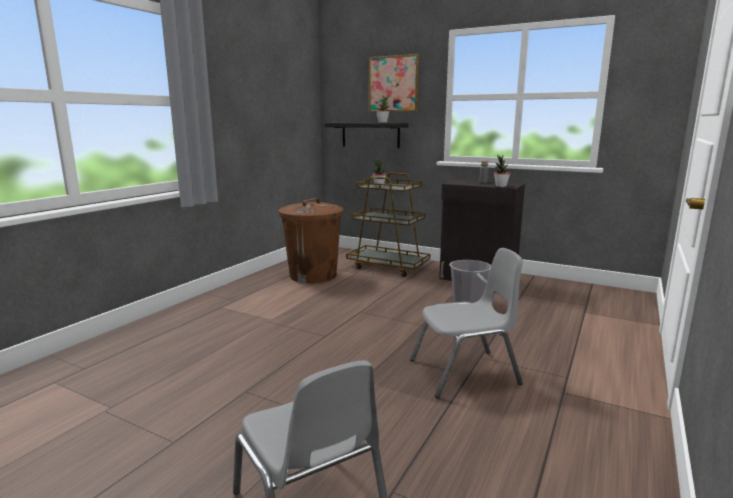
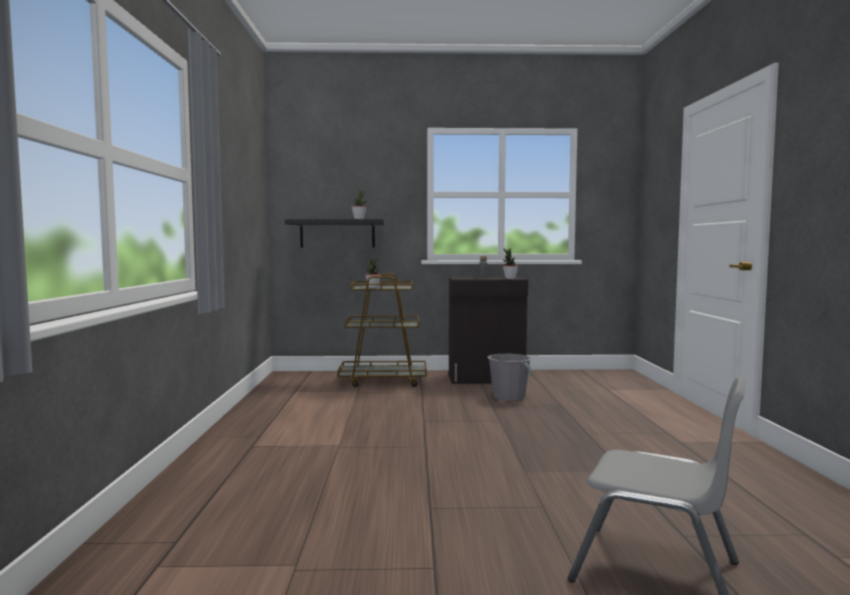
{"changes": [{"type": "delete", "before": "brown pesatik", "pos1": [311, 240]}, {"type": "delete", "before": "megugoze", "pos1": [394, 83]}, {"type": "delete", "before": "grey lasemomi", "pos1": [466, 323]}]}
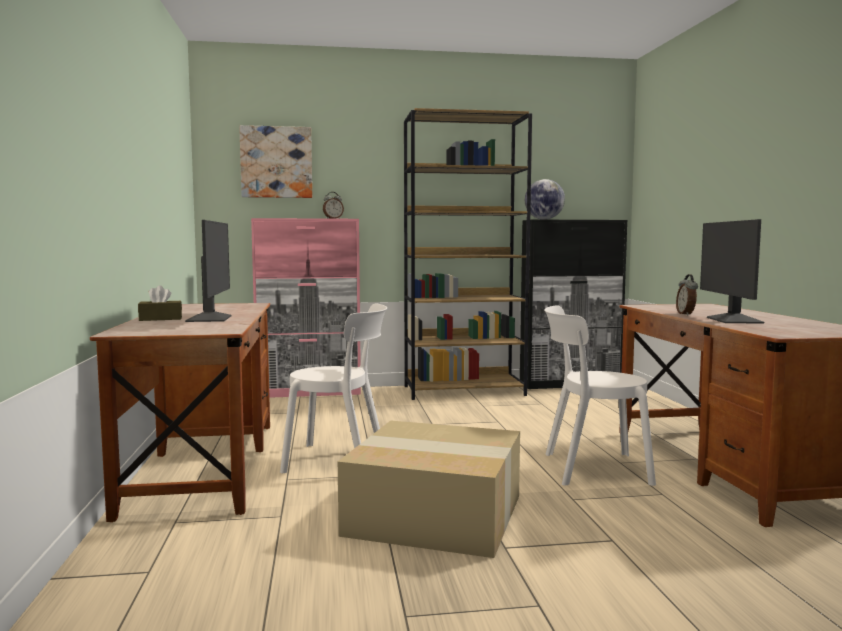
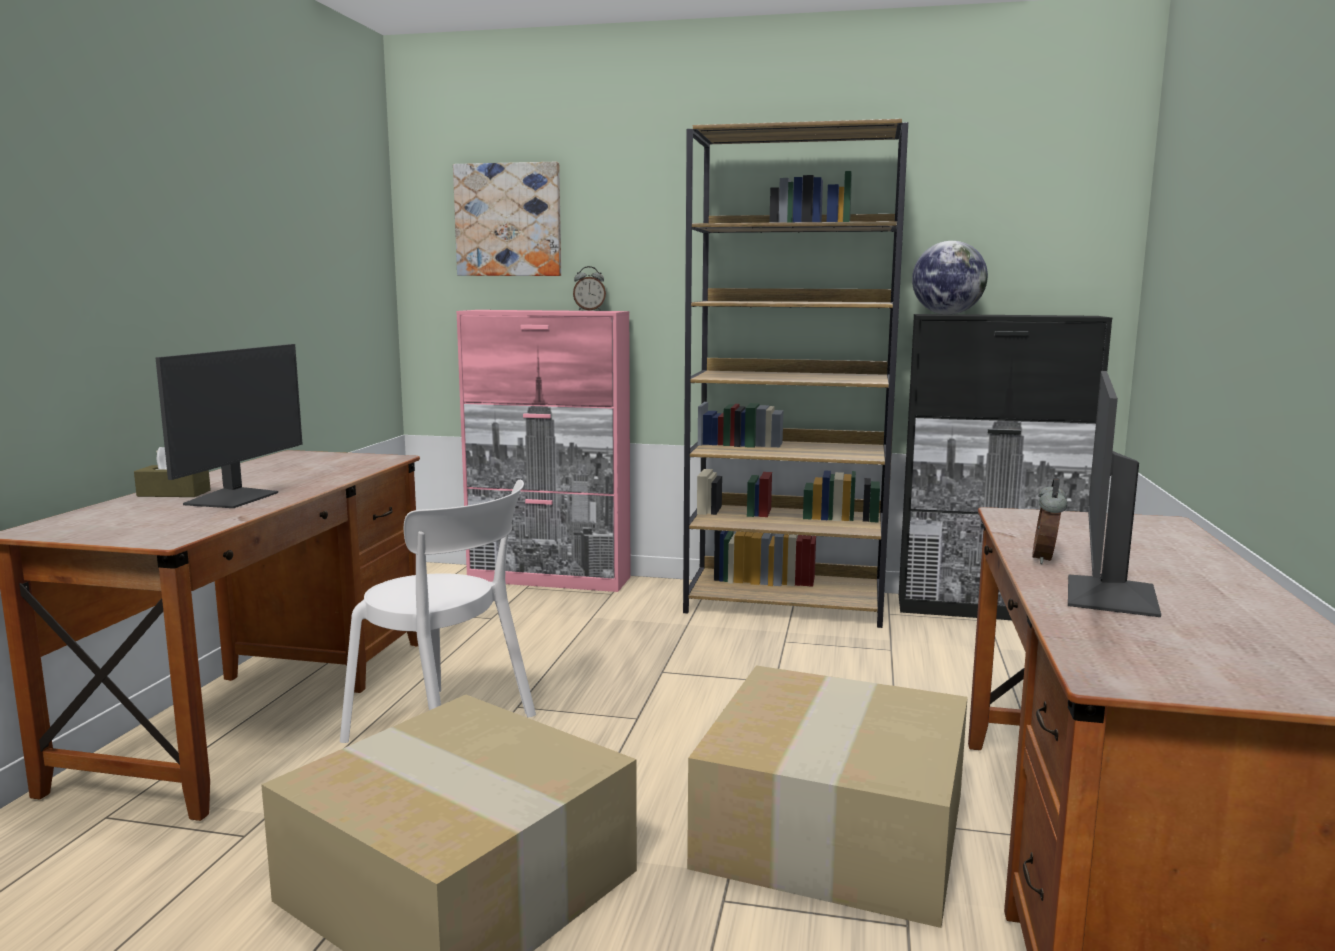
{"changes": [{"type": "replace", "before": "white lasemomi", "after": "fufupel", "pos1": [600, 395], "pos2": [827, 797]}]}
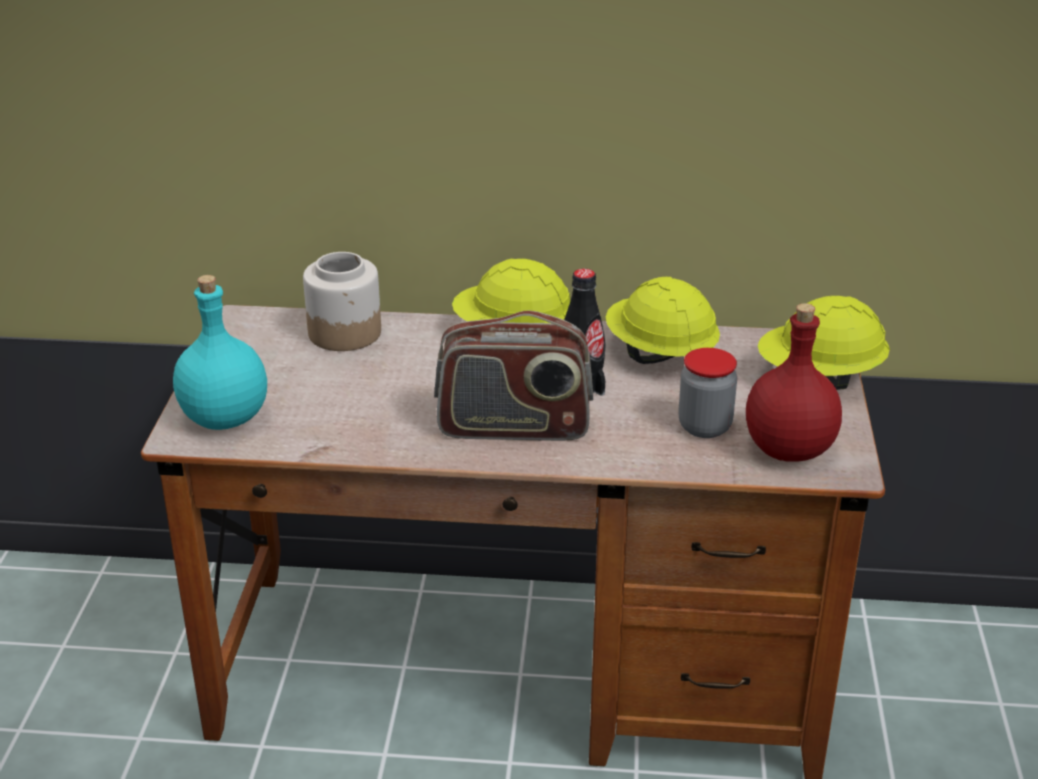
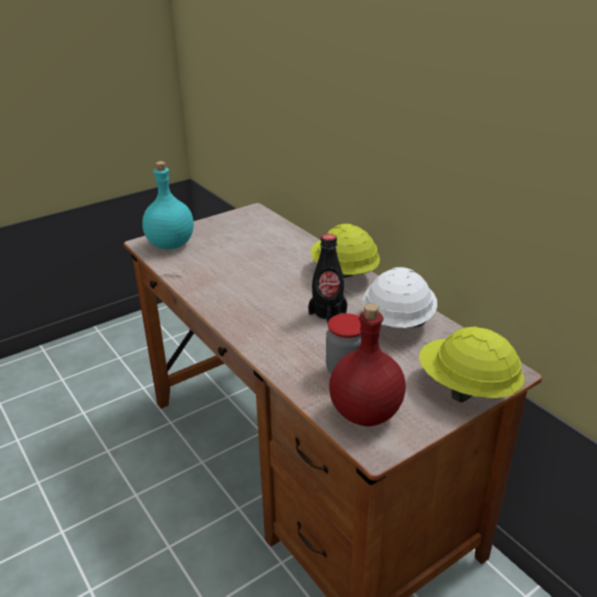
{"changes": [{"type": "delete", "before": "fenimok", "pos1": [342, 301]}, {"type": "delete", "before": "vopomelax", "pos1": [513, 375]}, {"type": "recolor", "before": "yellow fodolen", "after": "white fodolen", "pos1": [663, 320], "pos2": [399, 297]}]}
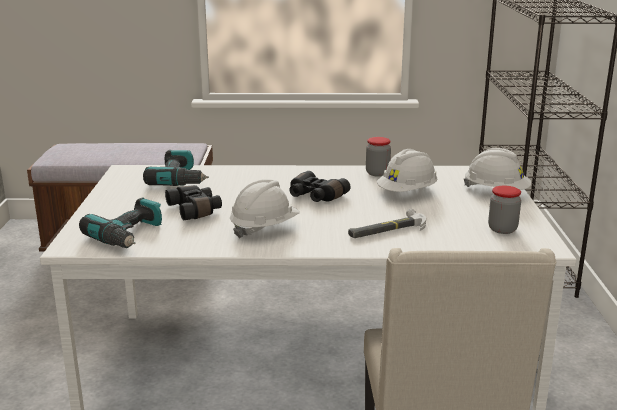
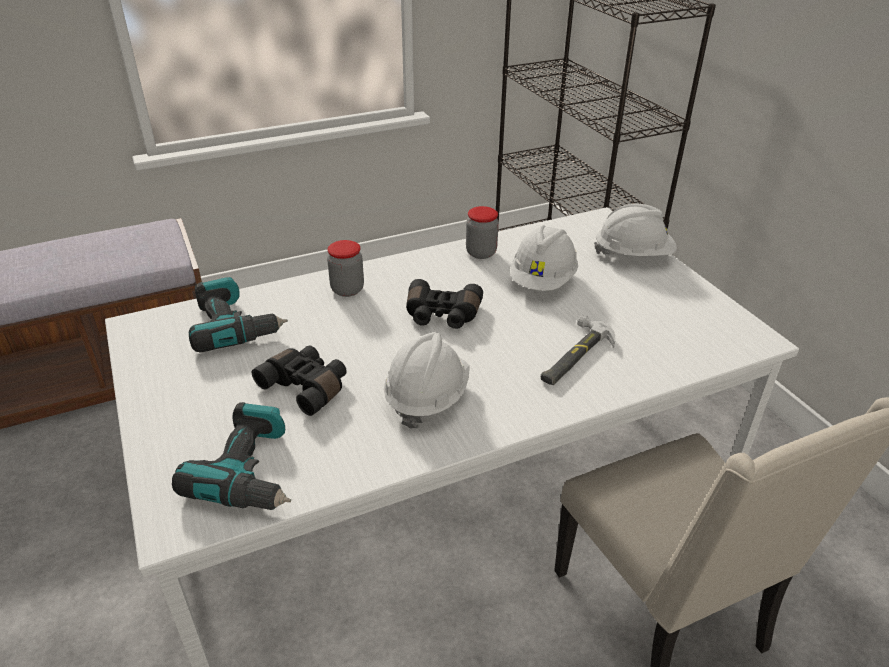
{"changes": [{"type": "move", "before": "fenimok", "pos1": [504, 210], "pos2": [345, 268]}]}
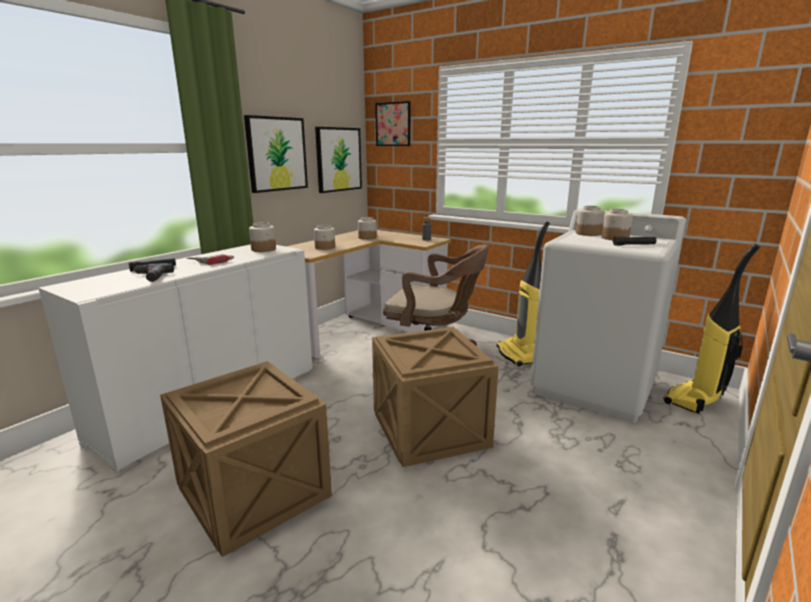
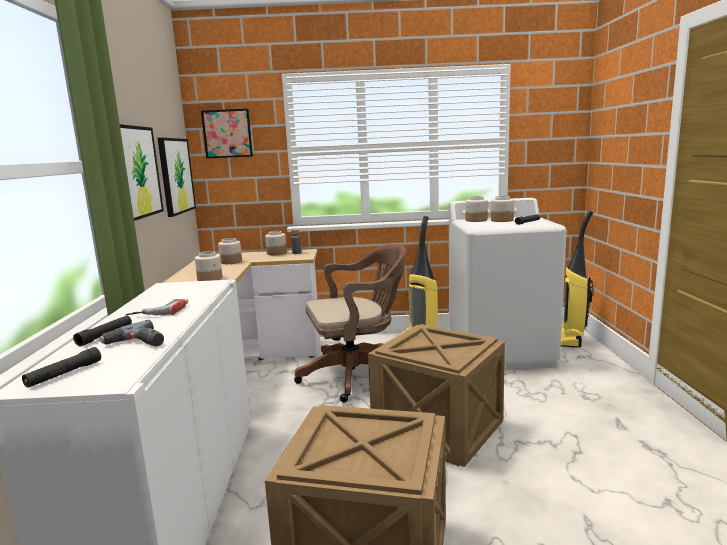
{"changes": [{"type": "move", "before": "fenimok", "pos1": [262, 237], "pos2": [276, 243]}, {"type": "insert", "after": "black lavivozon", "pos2": [61, 367]}]}
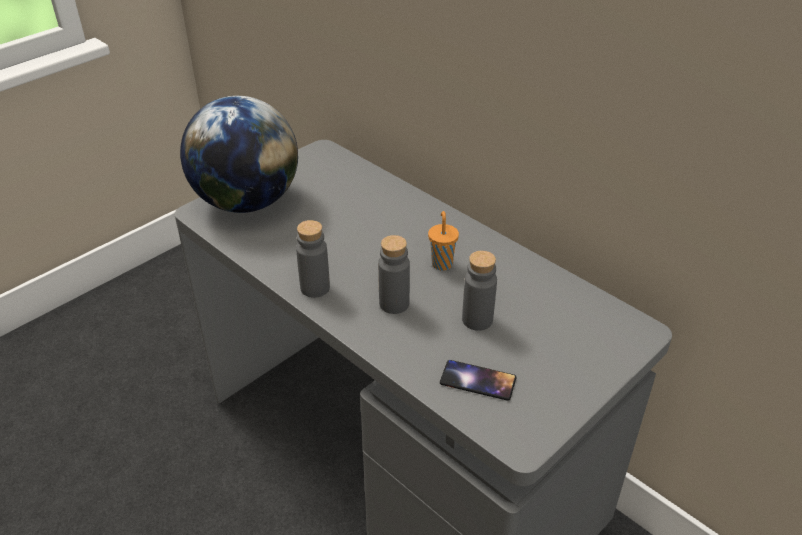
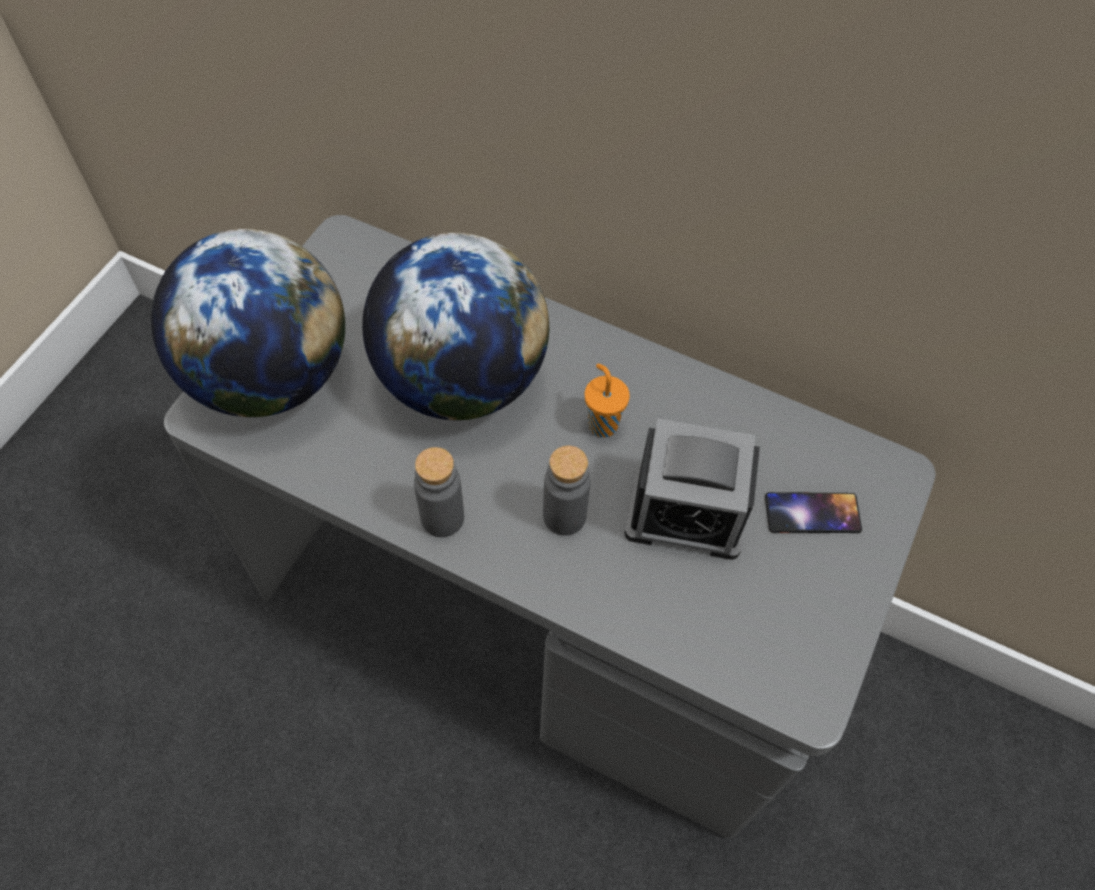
{"changes": [{"type": "move", "before": "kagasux", "pos1": [478, 380], "pos2": [813, 512]}, {"type": "replace", "before": "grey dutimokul", "after": "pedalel", "pos1": [479, 291], "pos2": [692, 489]}, {"type": "insert", "after": "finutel", "pos2": [455, 326]}]}
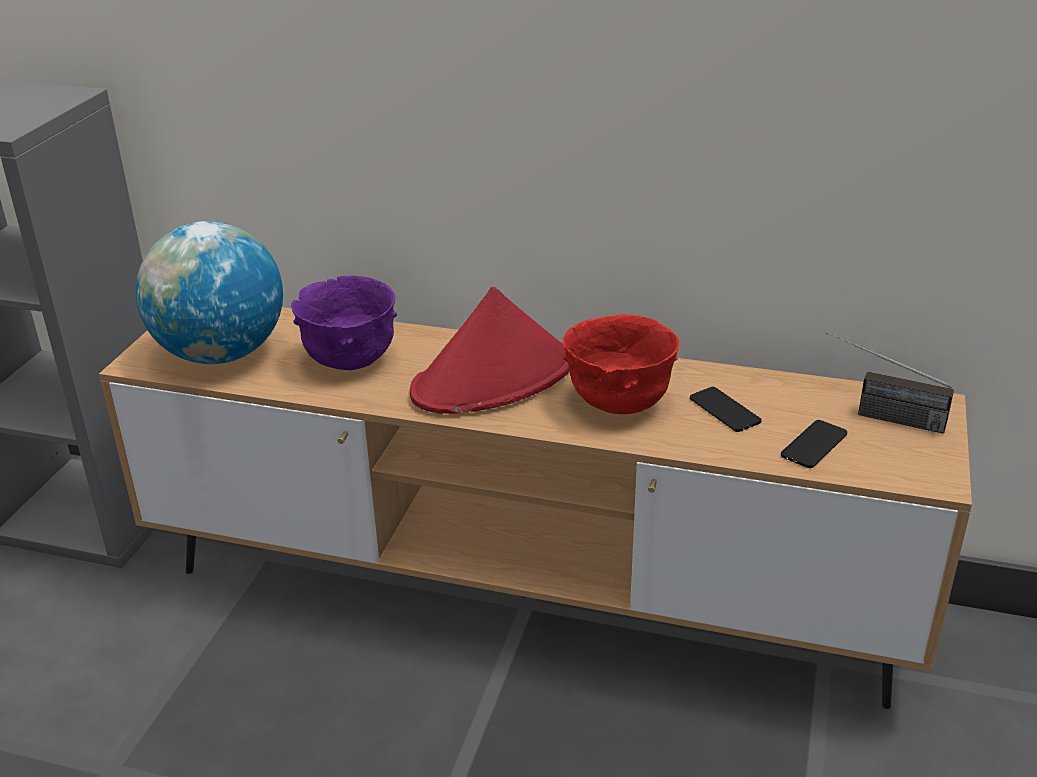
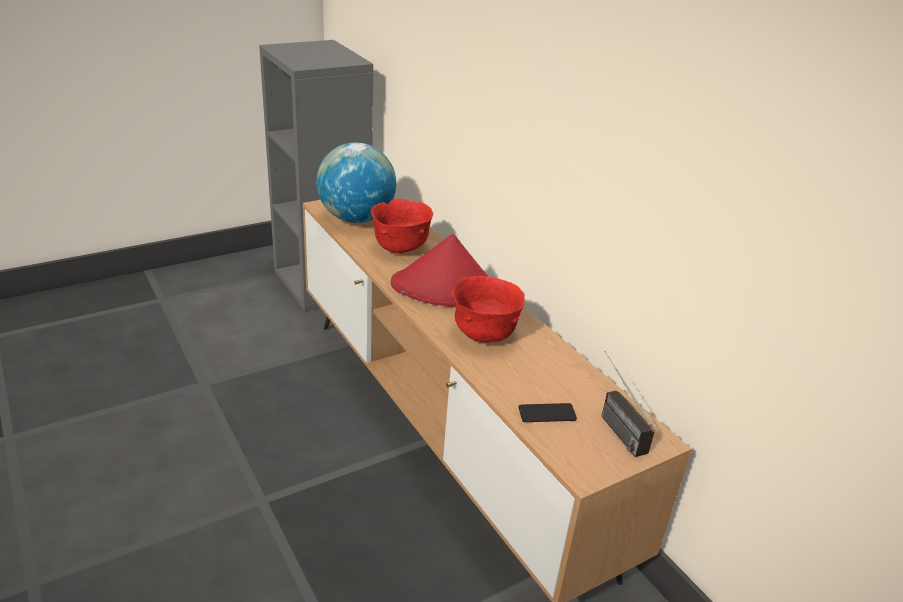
{"changes": [{"type": "recolor", "before": "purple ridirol", "after": "red ridirol", "pos1": [344, 322], "pos2": [402, 226]}, {"type": "delete", "before": "kagasux", "pos1": [726, 409]}]}
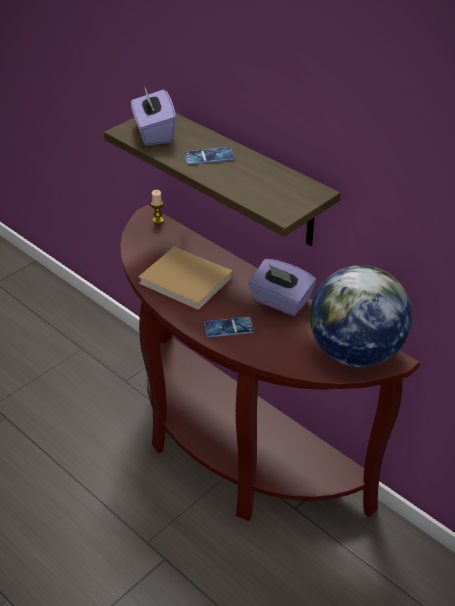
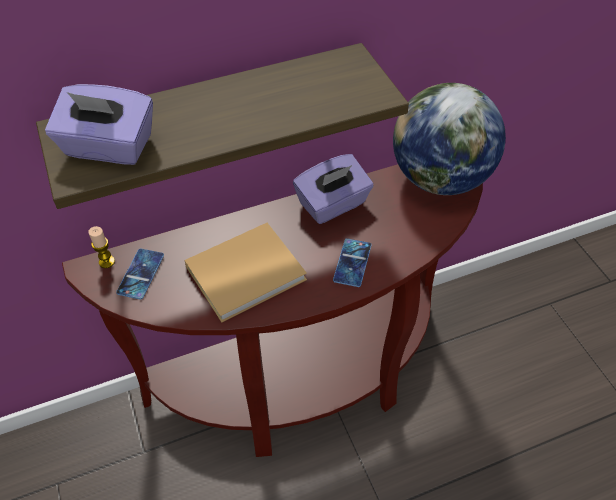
{"changes": [{"type": "move", "before": "kagasux", "pos1": [209, 156], "pos2": [140, 274]}]}
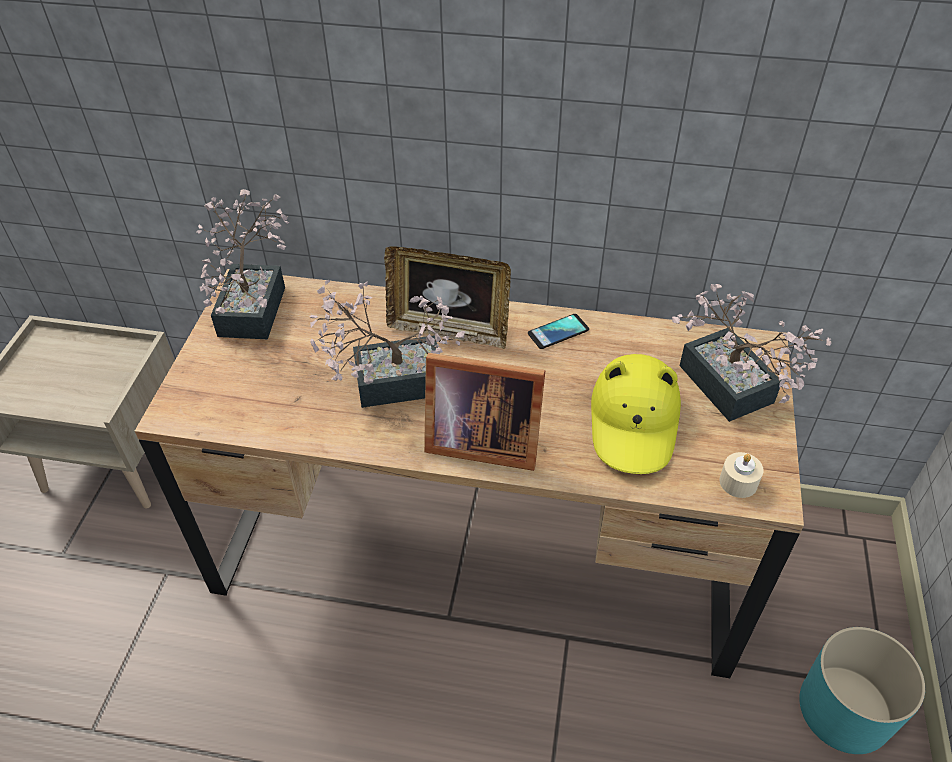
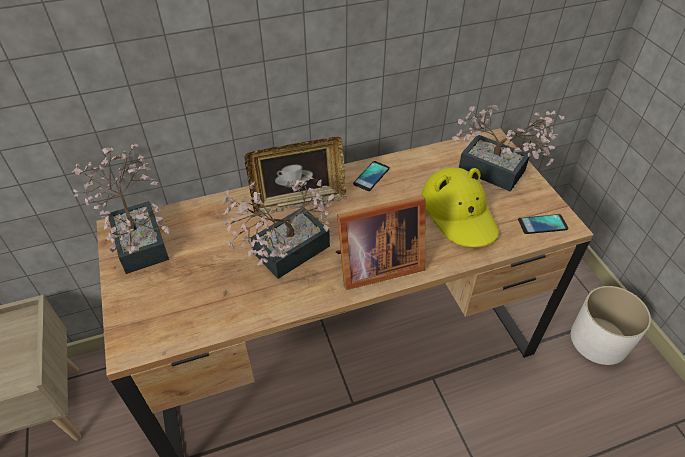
{"changes": [{"type": "replace", "before": "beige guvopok", "after": "kagasux", "pos1": [741, 475], "pos2": [543, 224]}, {"type": "recolor", "before": "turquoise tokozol", "after": "white tokozol", "pos1": [862, 690], "pos2": [611, 325]}]}
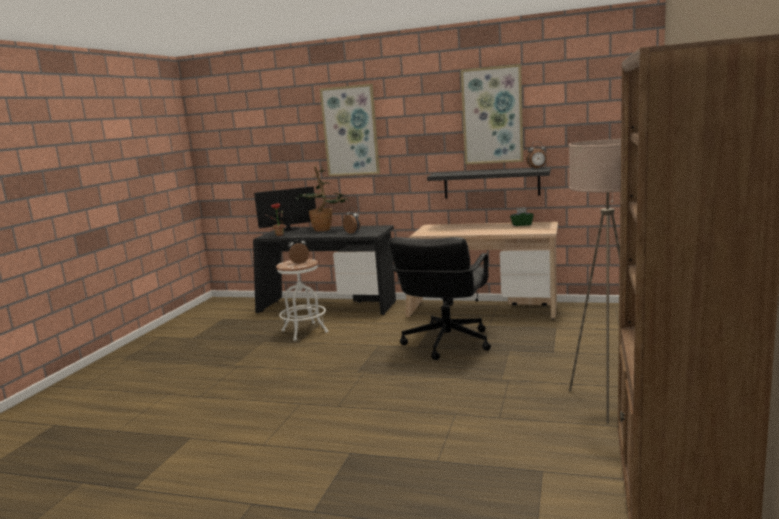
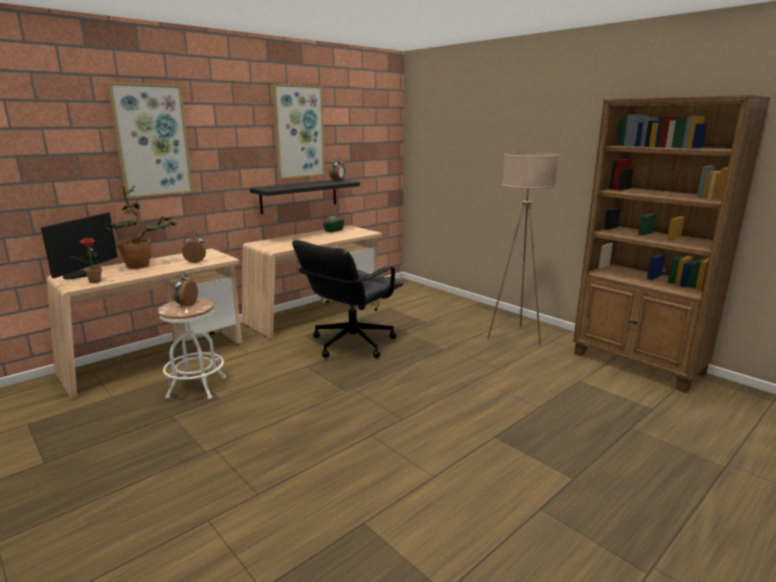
{"changes": [{"type": "recolor", "before": "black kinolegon", "after": "beige kinolegon", "pos1": [324, 270], "pos2": [144, 323]}, {"type": "rotate", "before": "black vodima", "pos1": [439, 298], "pos2": [348, 299], "turn": 75}]}
